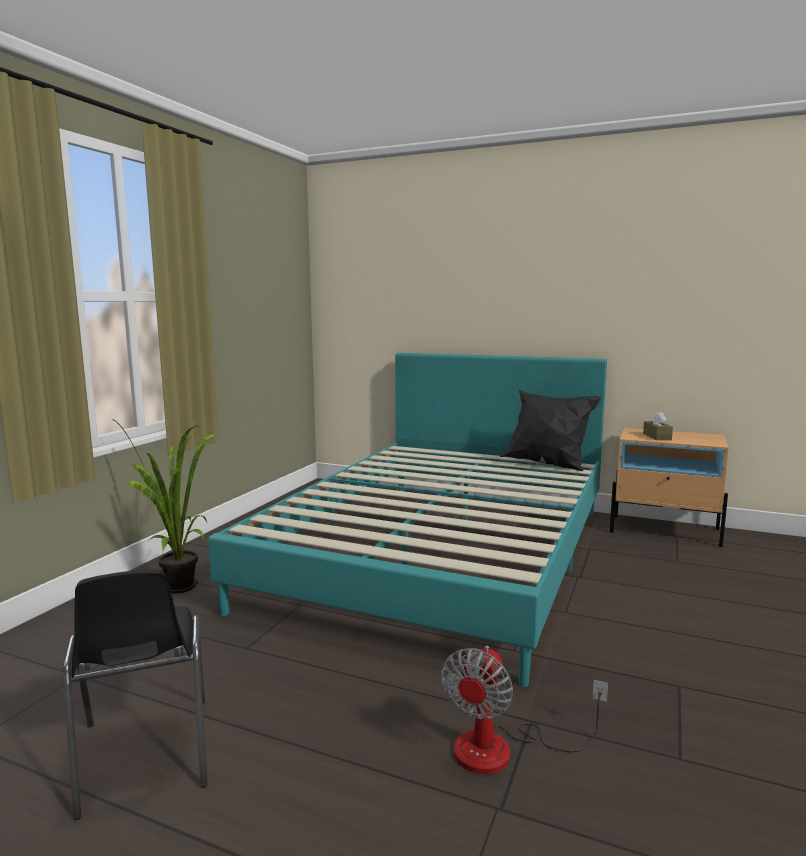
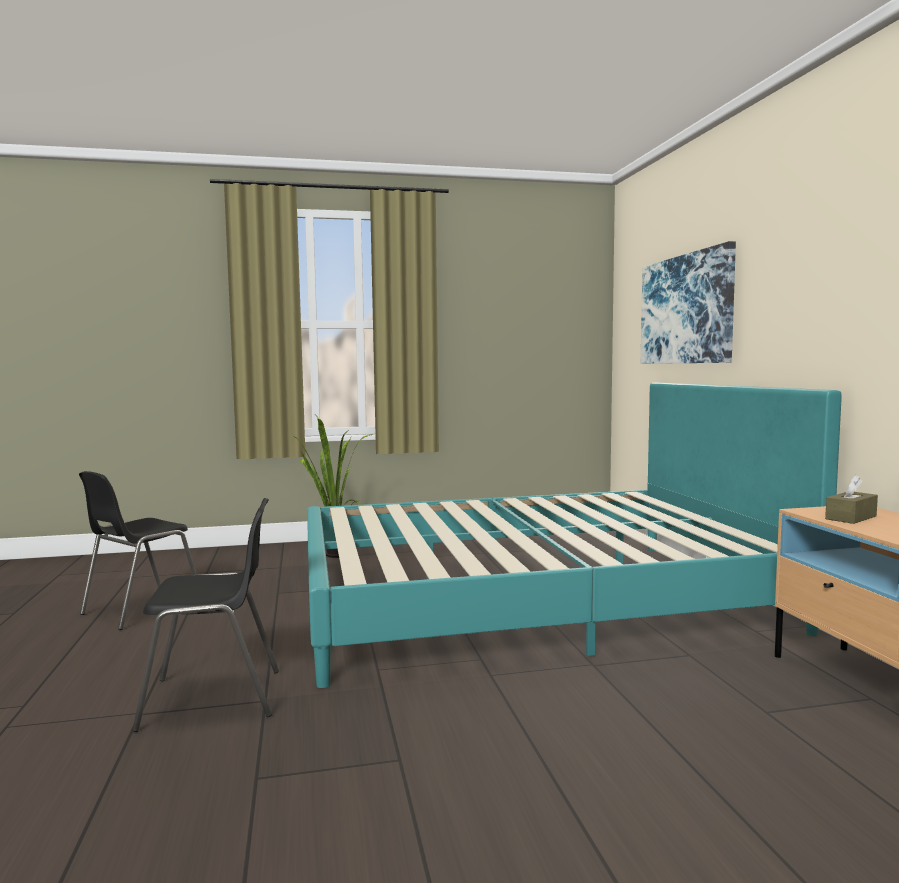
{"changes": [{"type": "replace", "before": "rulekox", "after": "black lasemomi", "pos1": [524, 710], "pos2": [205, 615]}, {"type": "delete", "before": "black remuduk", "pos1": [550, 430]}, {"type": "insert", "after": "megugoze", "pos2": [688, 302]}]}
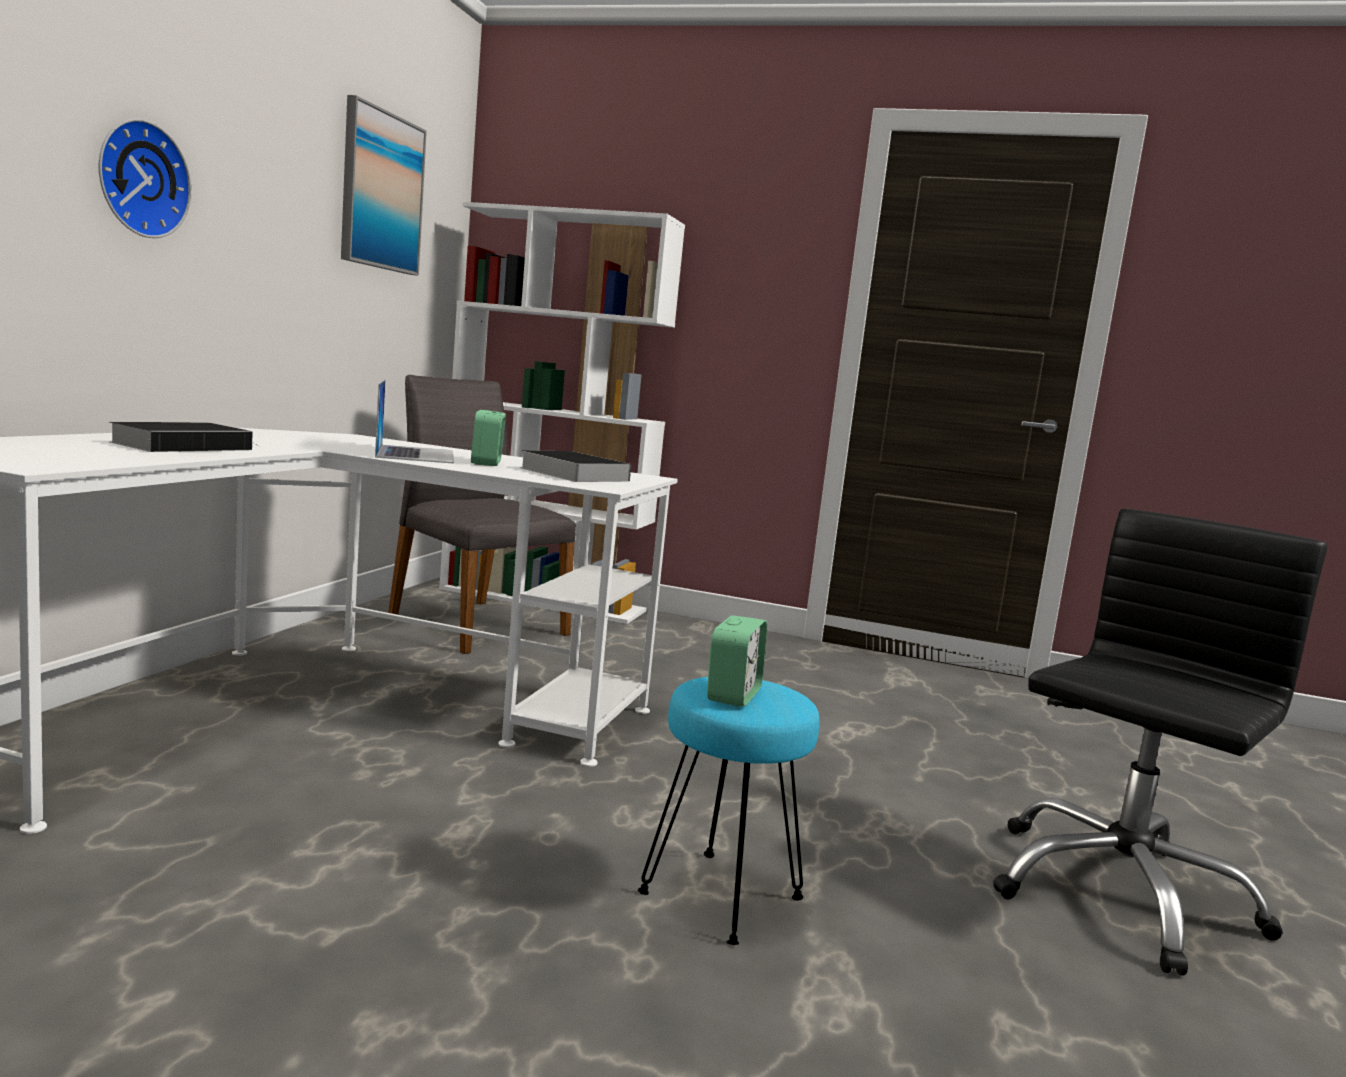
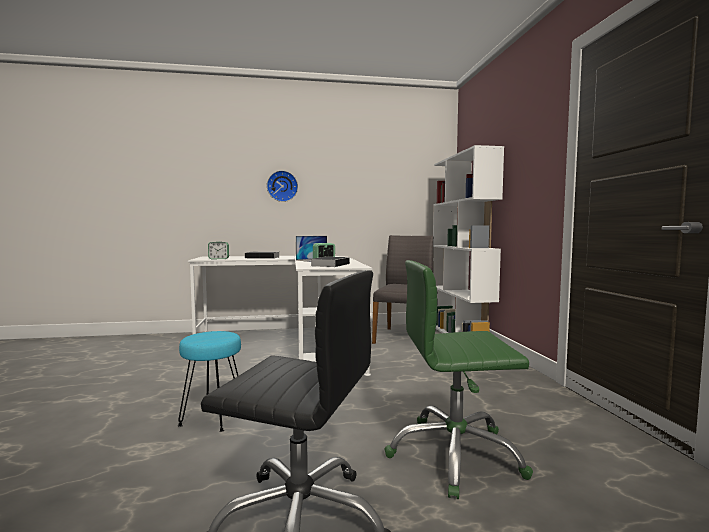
{"changes": [{"type": "delete", "before": "megugoze", "pos1": [384, 185]}, {"type": "move", "before": "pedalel", "pos1": [737, 661], "pos2": [218, 250]}, {"type": "insert", "after": "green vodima", "pos2": [458, 379]}]}
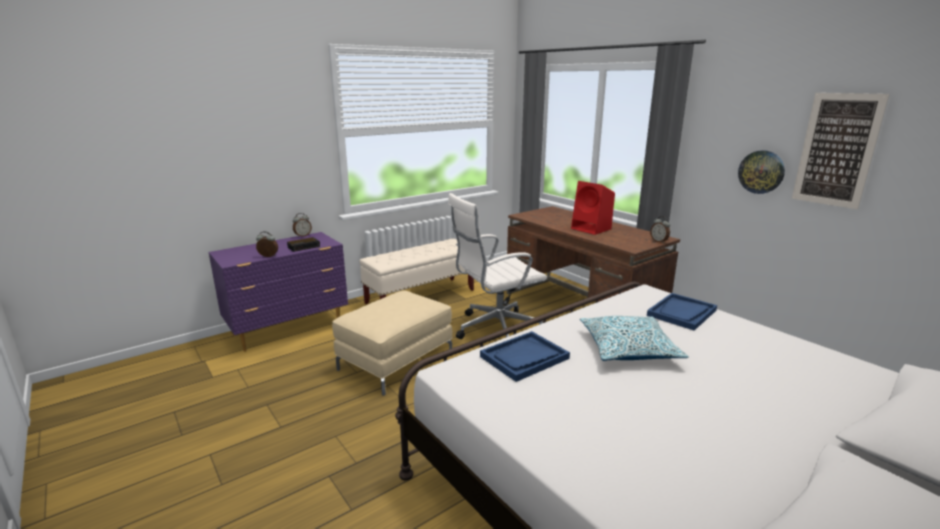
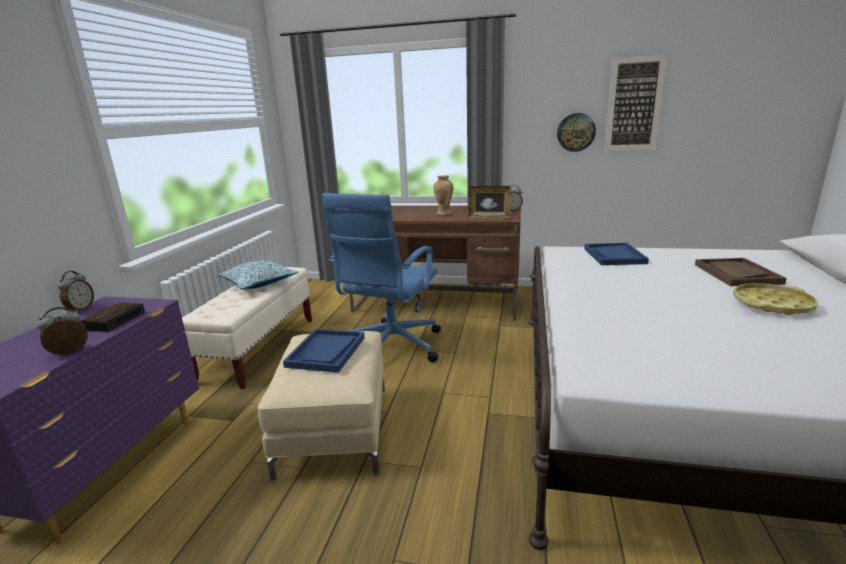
{"changes": [{"type": "recolor", "before": "white vodima", "after": "blue vodima", "pos1": [497, 266], "pos2": [381, 278]}, {"type": "move", "before": "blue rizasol", "pos1": [525, 356], "pos2": [324, 351]}, {"type": "replace", "before": "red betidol", "after": "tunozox", "pos1": [593, 208], "pos2": [443, 195]}, {"type": "move", "before": "remuduk", "pos1": [634, 338], "pos2": [258, 274]}, {"type": "insert", "after": "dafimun", "pos2": [489, 202]}, {"type": "insert", "after": "brown rizasol", "pos2": [741, 272]}, {"type": "insert", "after": "yellow rizasol", "pos2": [775, 299]}]}
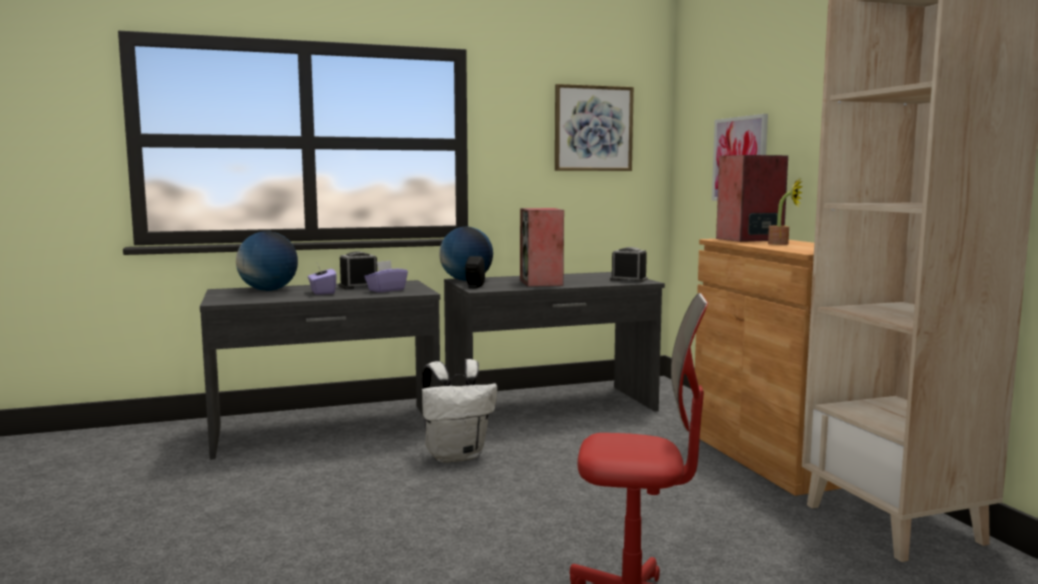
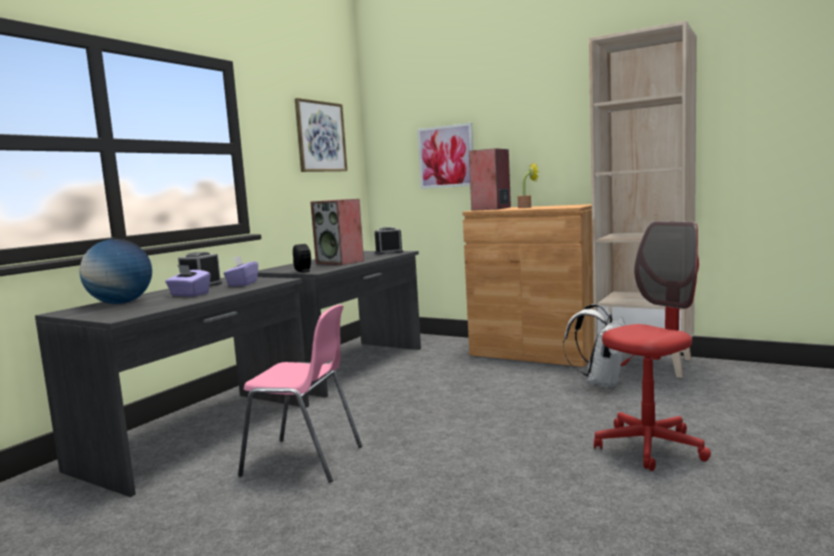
{"changes": [{"type": "move", "before": "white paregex", "pos1": [459, 411], "pos2": [594, 346]}, {"type": "delete", "before": "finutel", "pos1": [466, 254]}, {"type": "insert", "after": "pink lasemomi", "pos2": [300, 394]}]}
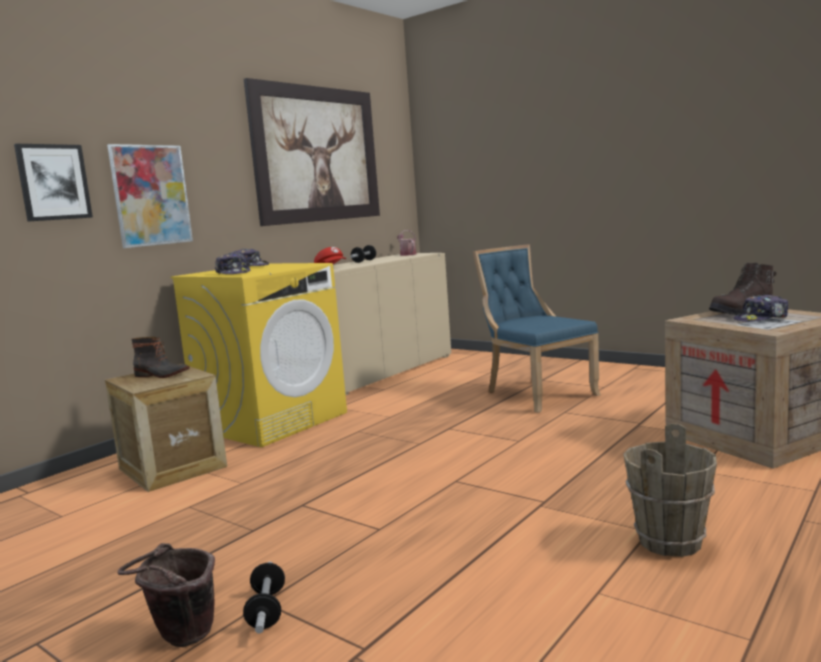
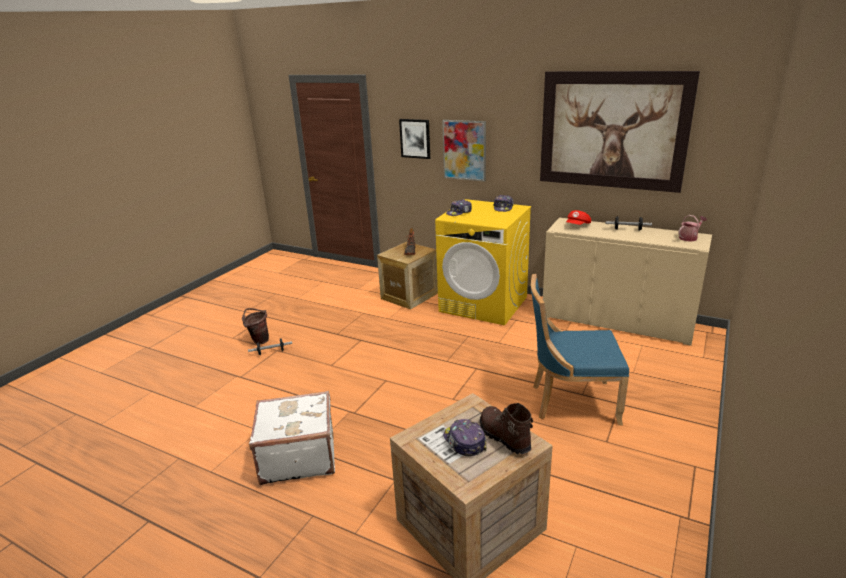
{"changes": [{"type": "rotate", "before": "blue lasemomi", "pos1": [537, 329], "pos2": [580, 349], "turn": -135}, {"type": "replace", "before": "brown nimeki", "after": "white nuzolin", "pos1": [670, 490], "pos2": [292, 438]}]}
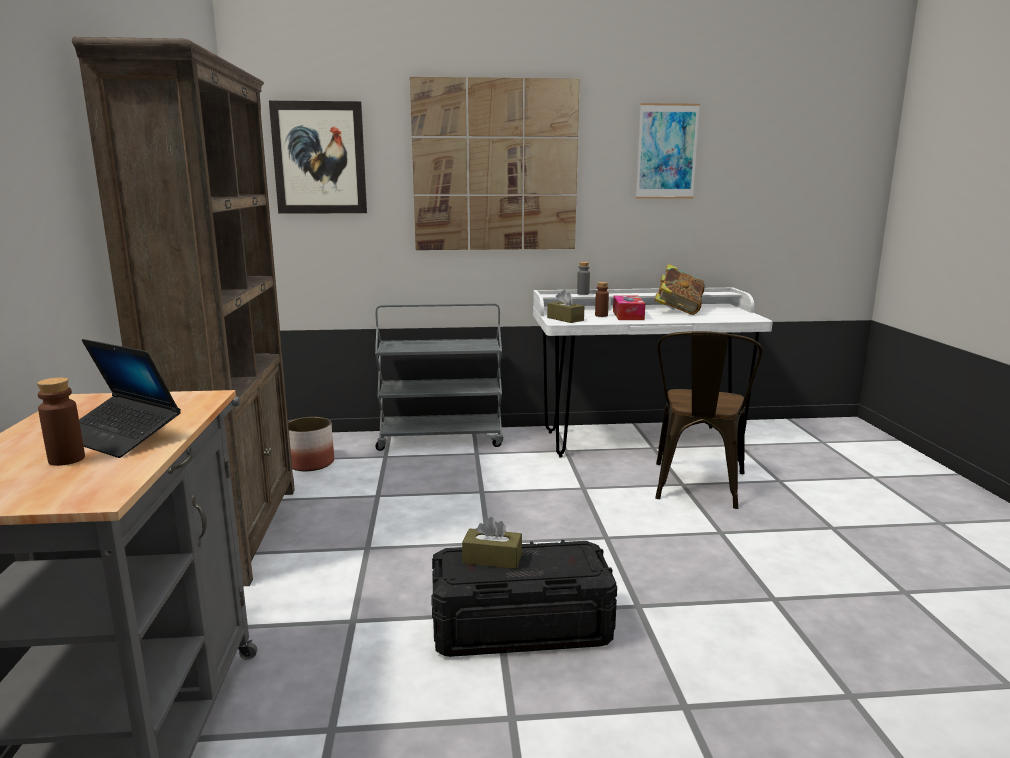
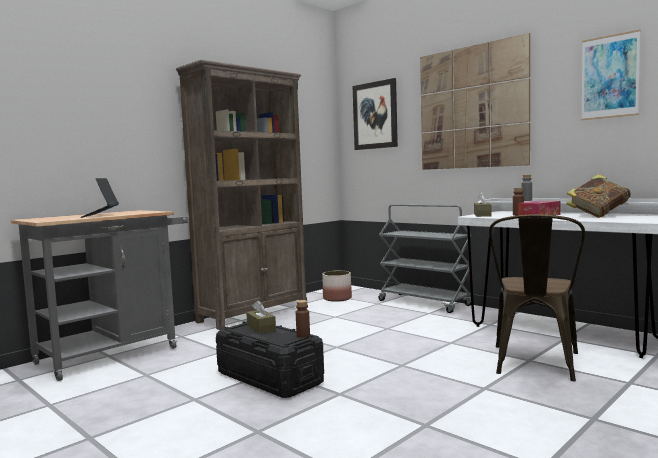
{"changes": [{"type": "move", "before": "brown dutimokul", "pos1": [61, 421], "pos2": [303, 318]}, {"type": "rotate", "before": "brown lasemomi", "pos1": [708, 420], "pos2": [537, 297], "turn": -45}]}
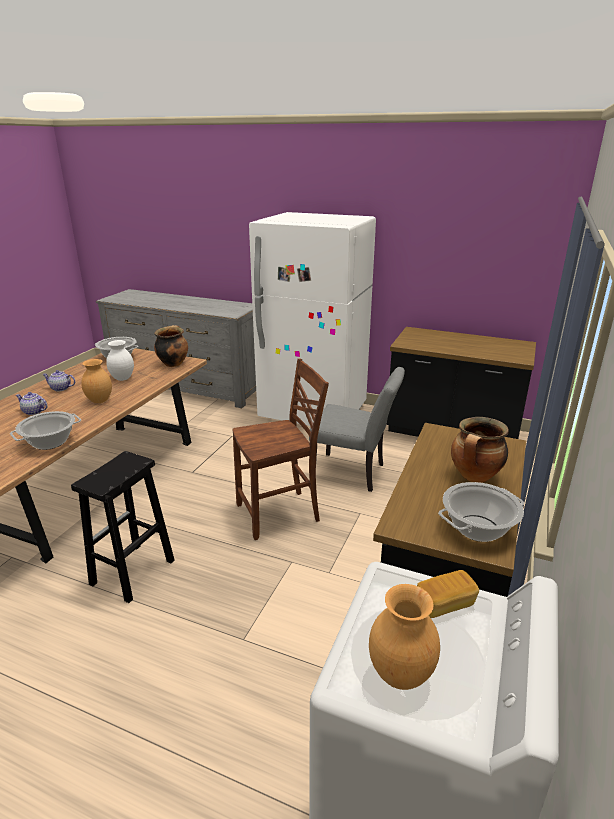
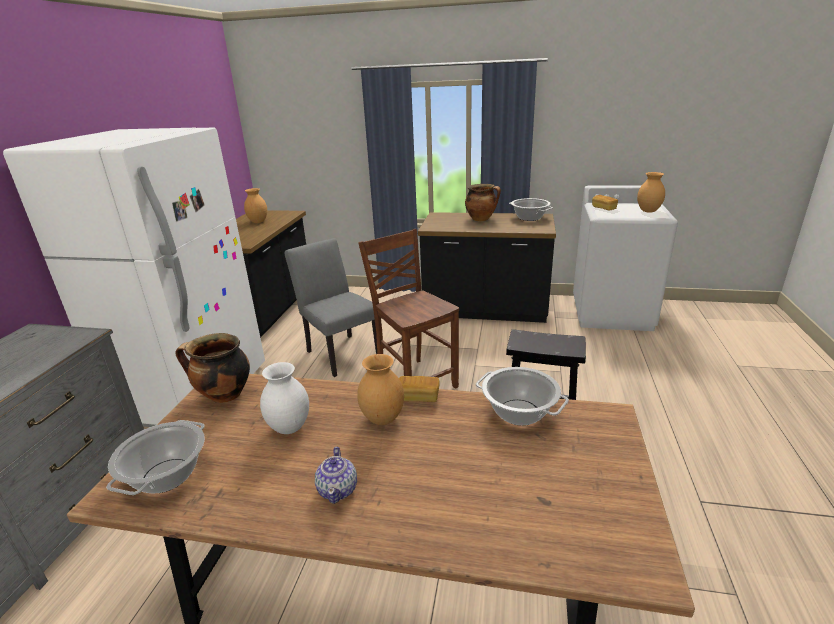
{"changes": [{"type": "delete", "before": "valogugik", "pos1": [32, 403]}, {"type": "rotate", "before": "grey lasemomi", "pos1": [357, 429], "pos2": [331, 307], "turn": -45}, {"type": "insert", "after": "brown tunozox", "pos2": [255, 205]}, {"type": "insert", "after": "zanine", "pos2": [419, 389]}]}
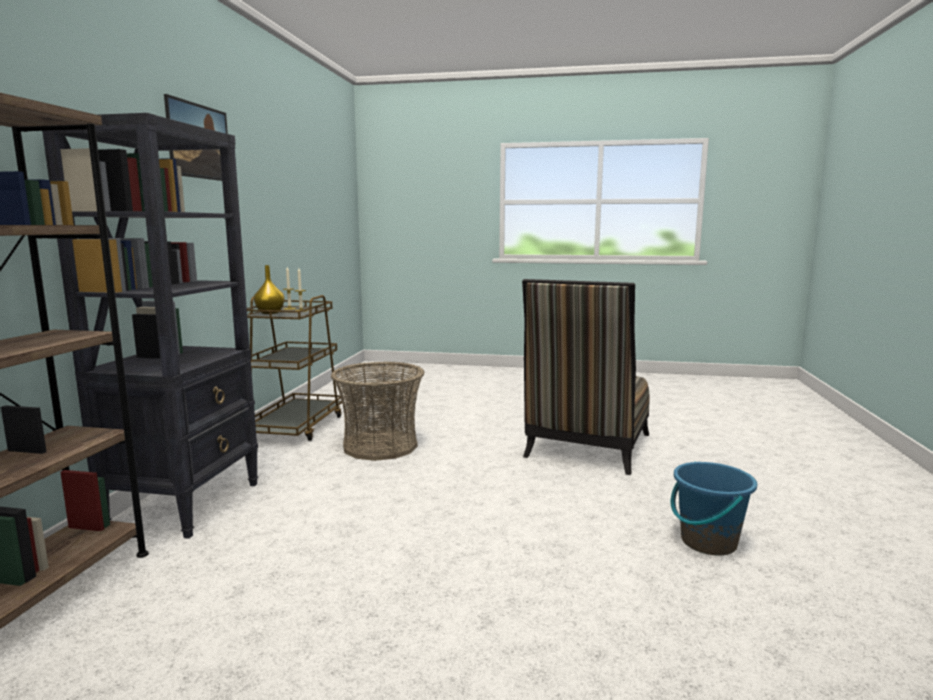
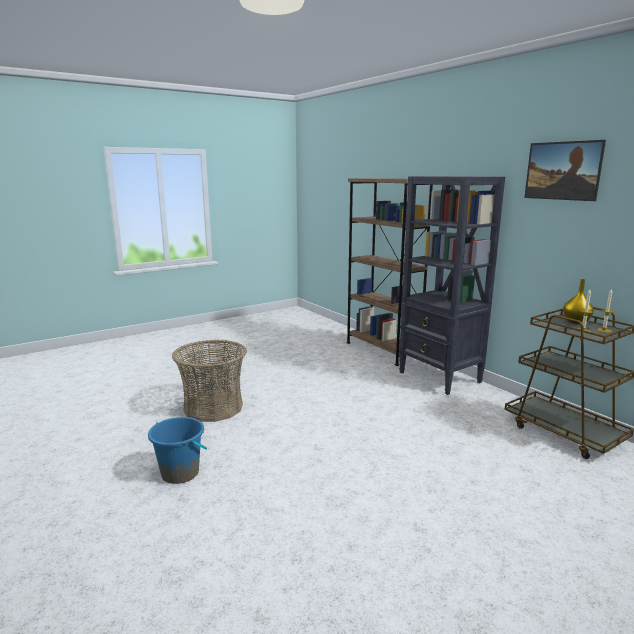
{"changes": [{"type": "move", "before": "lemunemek", "pos1": [378, 411], "pos2": [209, 381]}, {"type": "delete", "before": "lasemomi", "pos1": [585, 377]}]}
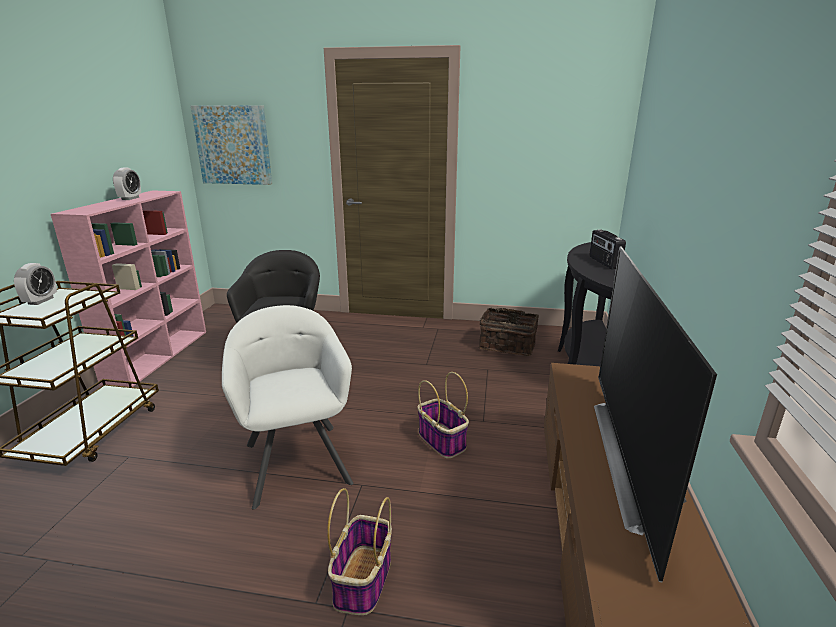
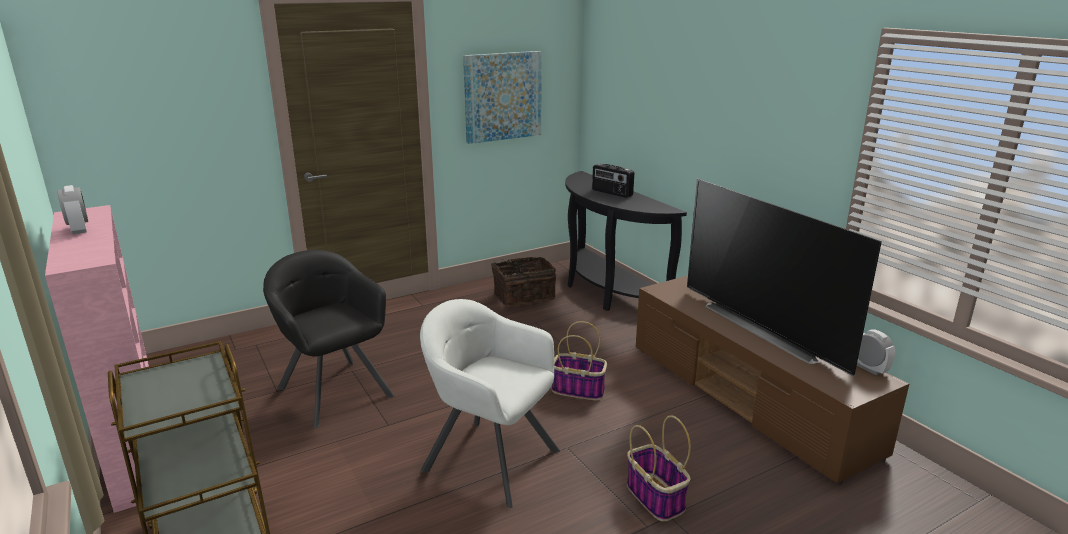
{"changes": [{"type": "move", "before": "pedalel", "pos1": [35, 284], "pos2": [876, 352]}, {"type": "move", "before": "megugoze", "pos1": [231, 145], "pos2": [502, 97]}]}
